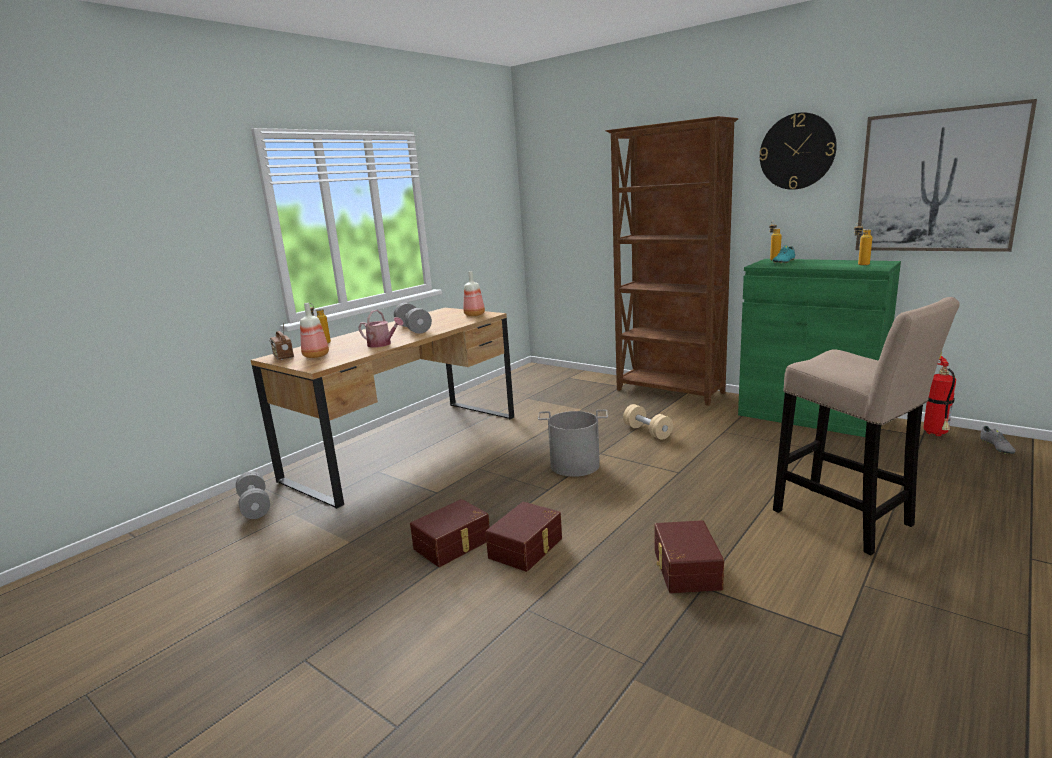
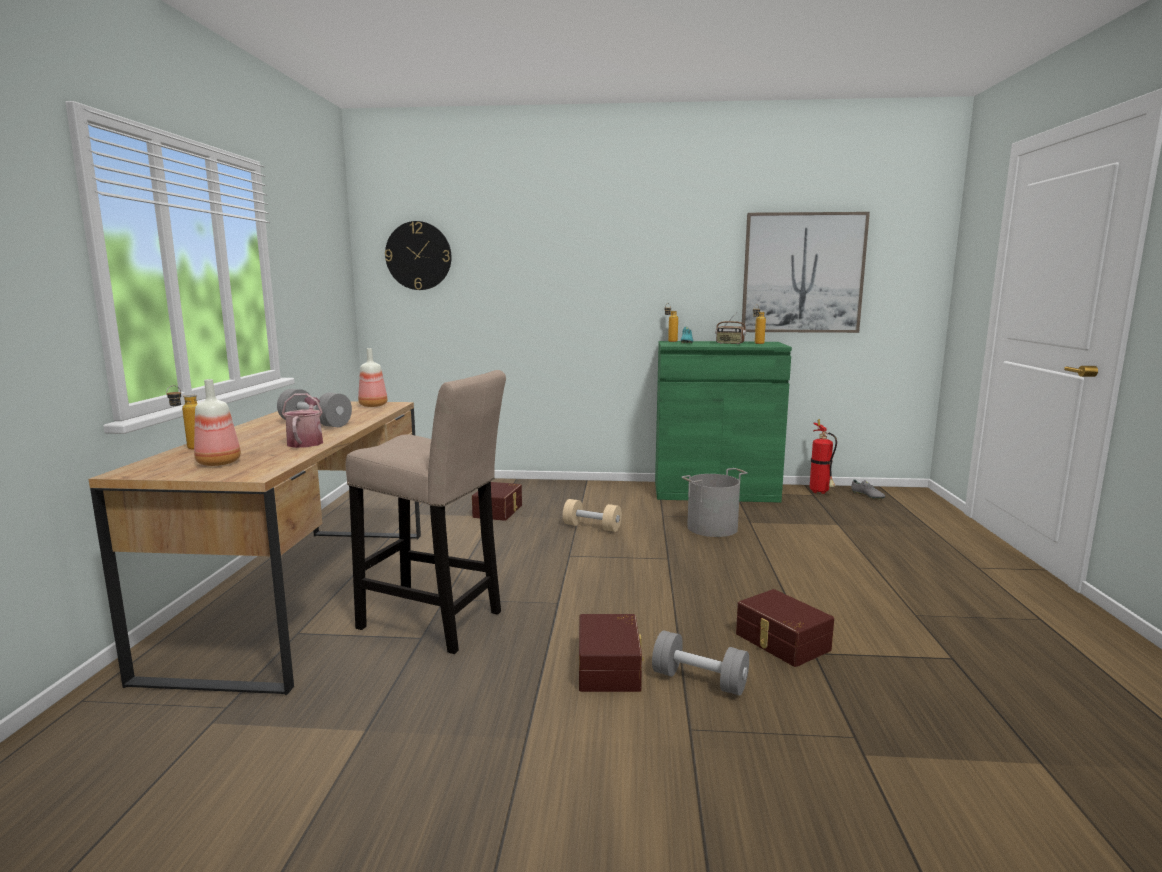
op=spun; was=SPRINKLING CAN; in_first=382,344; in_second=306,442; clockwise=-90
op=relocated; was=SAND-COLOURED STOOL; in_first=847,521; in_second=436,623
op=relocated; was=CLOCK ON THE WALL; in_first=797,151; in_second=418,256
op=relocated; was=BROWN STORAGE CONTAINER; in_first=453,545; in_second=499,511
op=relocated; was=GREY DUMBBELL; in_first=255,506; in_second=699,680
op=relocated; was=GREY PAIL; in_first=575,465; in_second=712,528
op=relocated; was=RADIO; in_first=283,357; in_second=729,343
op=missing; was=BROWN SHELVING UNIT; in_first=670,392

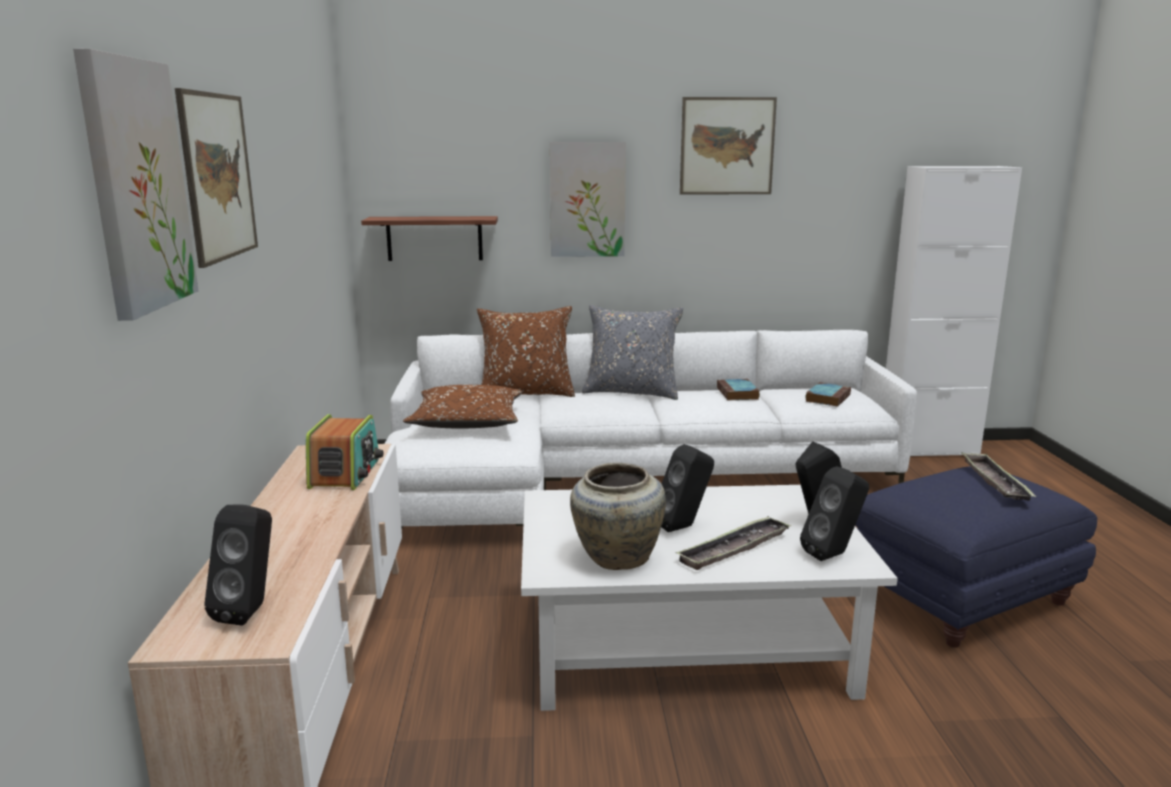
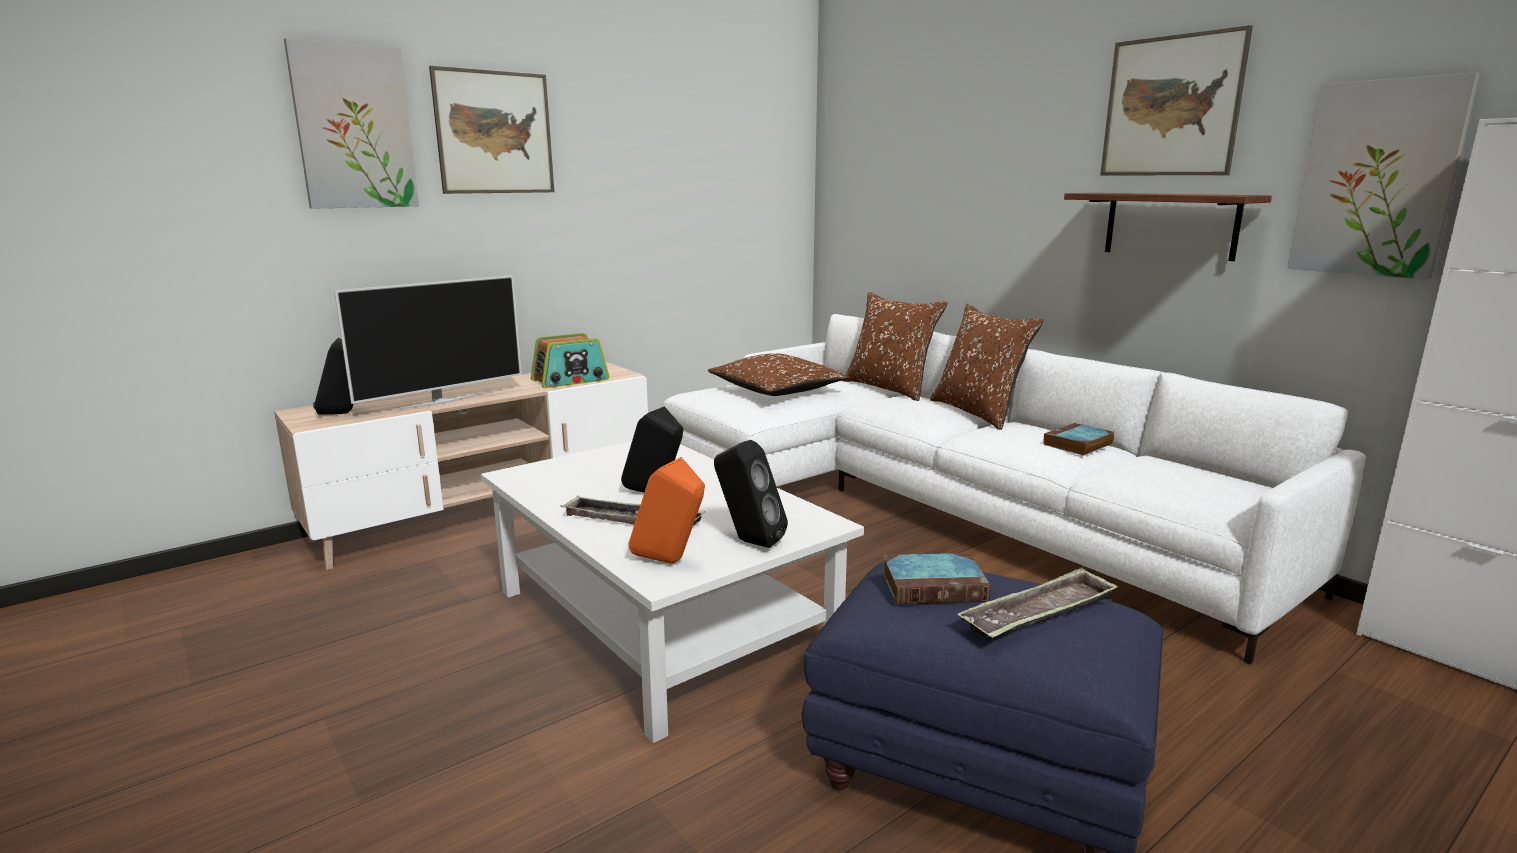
op=appeared; now=TV; in_second=440,401
op=colour; was=BLACK-COLOURED AUDIO SPEAKER; now=ORANGEY AUDIO SPEAKER; in_first=834,555; in_second=671,562
op=relocated; was=BOUND BOOK; in_first=827,398; in_second=935,586
op=colour; was=GREY THROW PILLOW; now=BROWN THROW PILLOW; in_first=631,392; in_second=978,413
op=relocated; was=BRACKET SHELF; in_first=434,238; in_second=1170,225
op=relocated; was=WALL ART; in_first=587,199; in_second=1377,179
op=missing; was=SAND-COLOURED FLOWER VASE; in_first=616,558

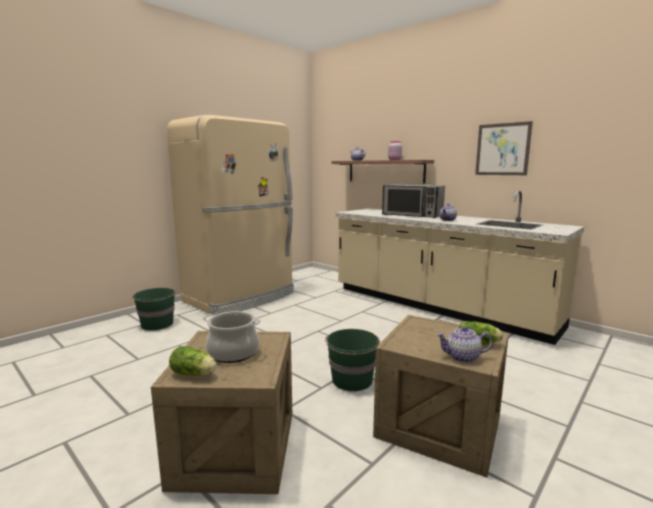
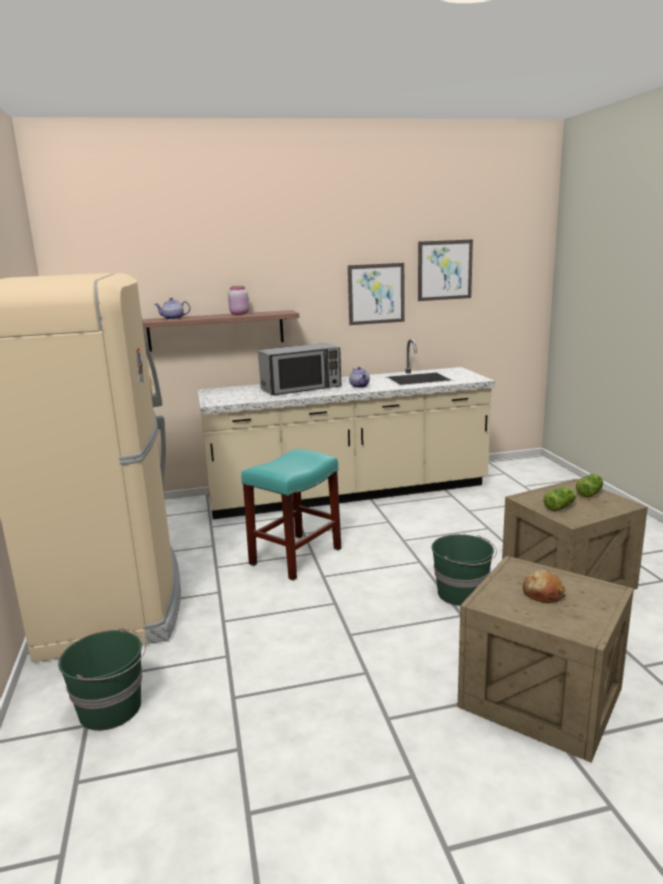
op=appeared; now=TURQUOISE-COLOURED STOOL; in_second=296,556
op=appeared; now=WALL ART; in_second=445,270
op=exchanged; was=STOCKPOT; now=BREAD; in_first=233,353; in_second=543,594
op=relocated; was=LETTUCE HEAD; in_first=195,374; in_second=561,507
op=missing; was=POT FOR TEA; in_first=462,357

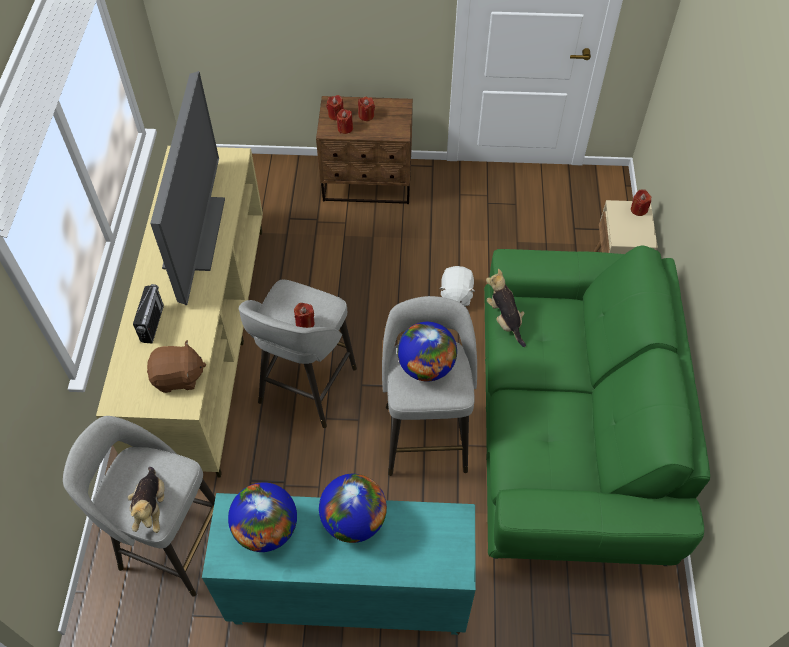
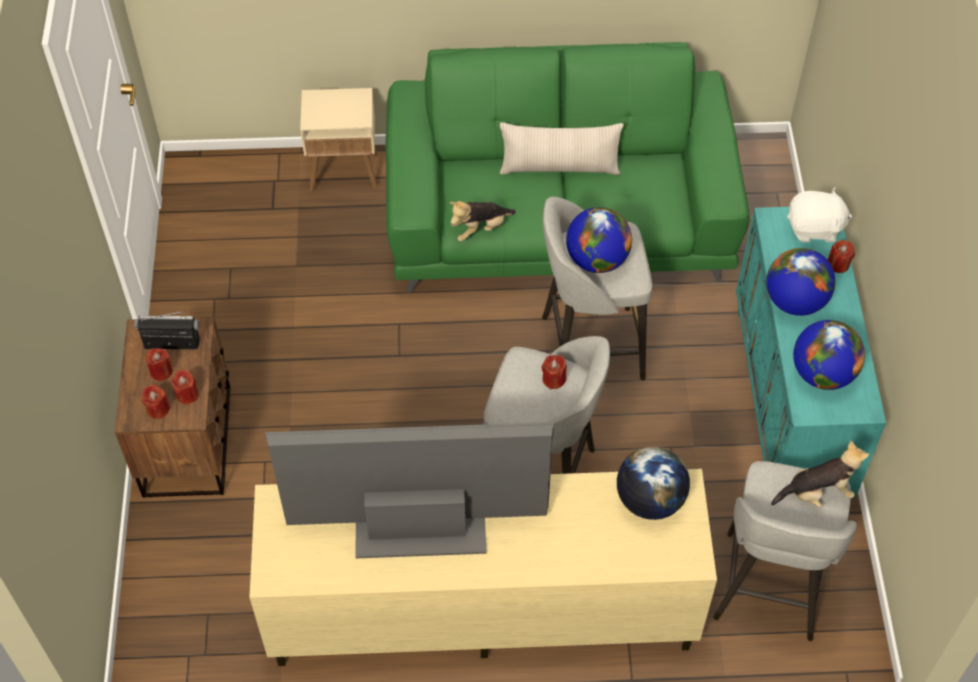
op=relocated; was=RADIO; in_first=152,323; in_second=172,343
op=appeared; now=SAND-COLOURED THROW PILLOW; in_second=559,167
op=exchanged; was=BROWN SOFT TOY; now=DESK GLOBE; in_first=178,377; in_second=649,500
op=relocated; was=WHITE-COLOURED SOFT TOY; in_first=456,295; in_second=814,228
op=relocated; was=REDDISH CANDLE; in_first=638,210; in_second=838,264

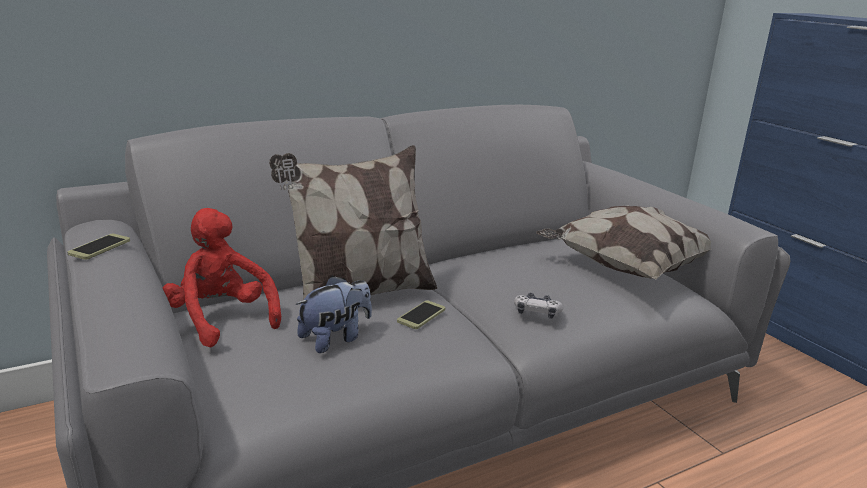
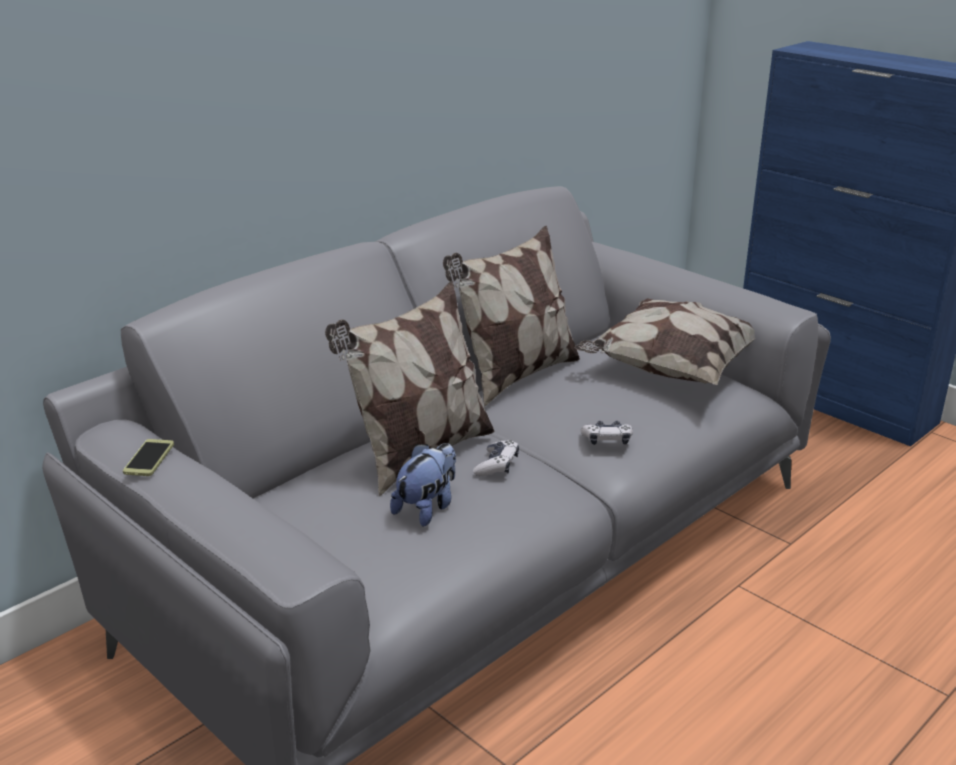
op=appeared; now=THROW PILLOW; in_second=515,375
op=exchanged; was=TELEPHONE; now=GAME CONTROLLER; in_first=421,315; in_second=497,466
op=missing; was=REDDISH SOFT TOY; in_first=221,319

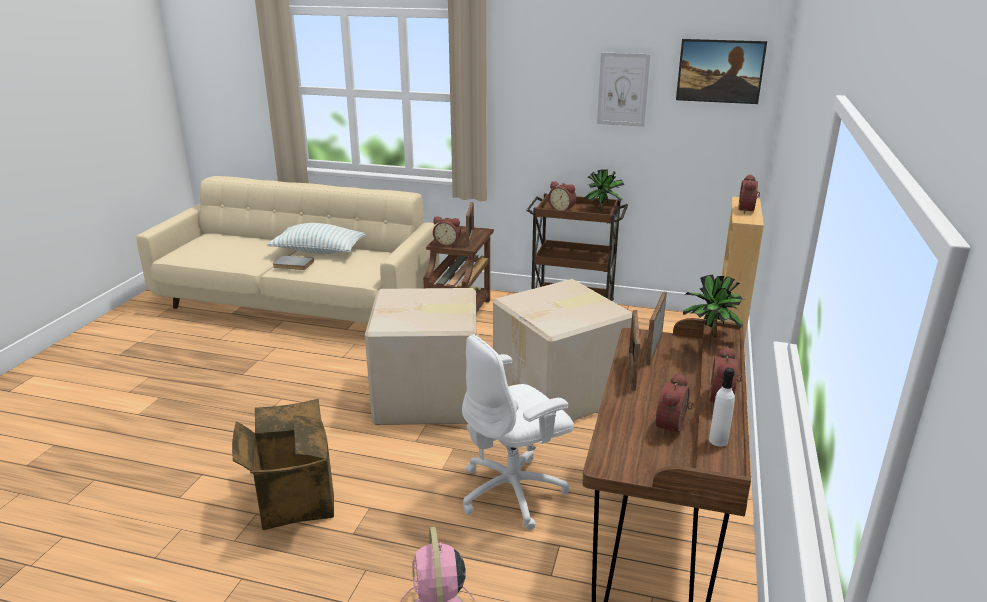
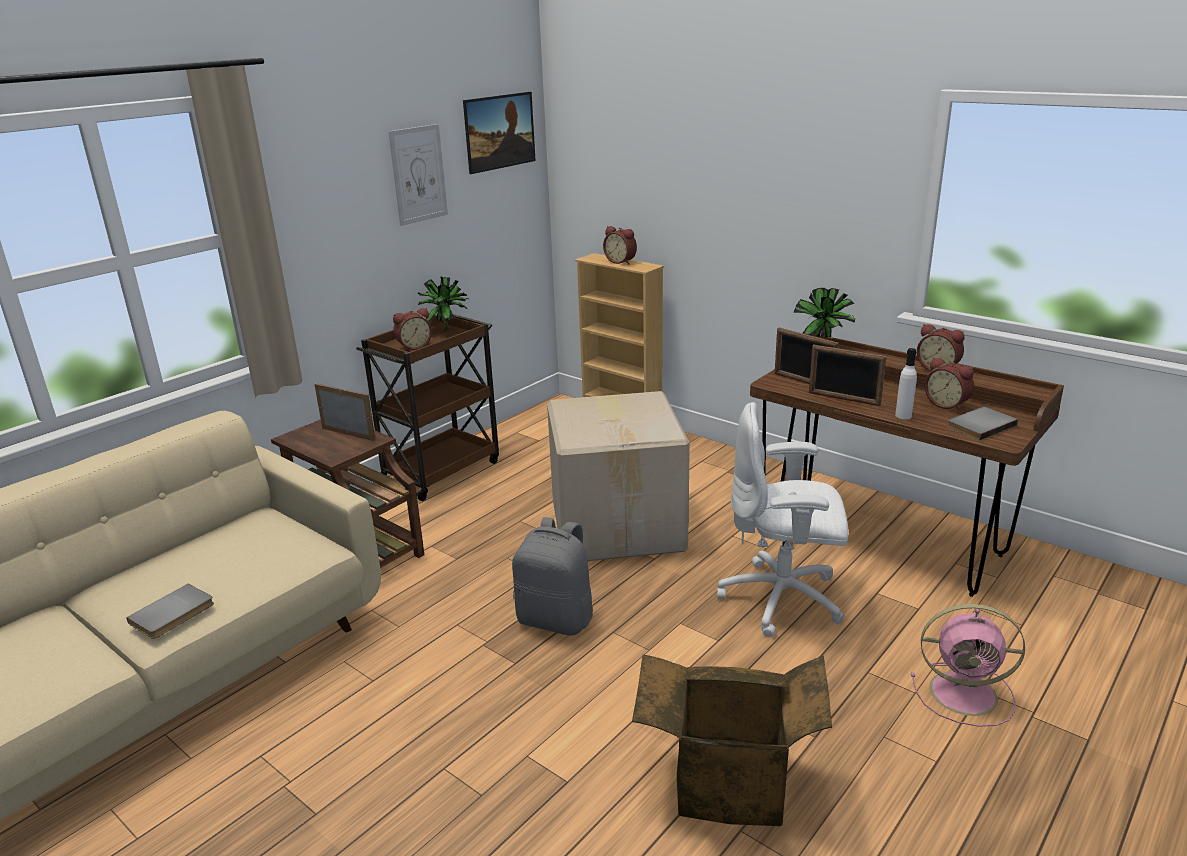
op=exchanged; was=CARTON; now=GREY RUCKSACK; in_first=429,398; in_second=556,619
op=spun; was=WHITE-COLOURED DESK CHAIR; in_first=514,492; in_second=783,599; clockwise=105
op=relocated; was=WHITE-COLOURED BEVERAGE BOTTLE; in_first=718,441; in_second=903,416
op=appeared; now=GREY BOUND BOOK; in_second=979,425
op=missing; was=THROW PILLOW; in_first=319,251
op=missing; was=ALARM CLOCK; in_first=447,243

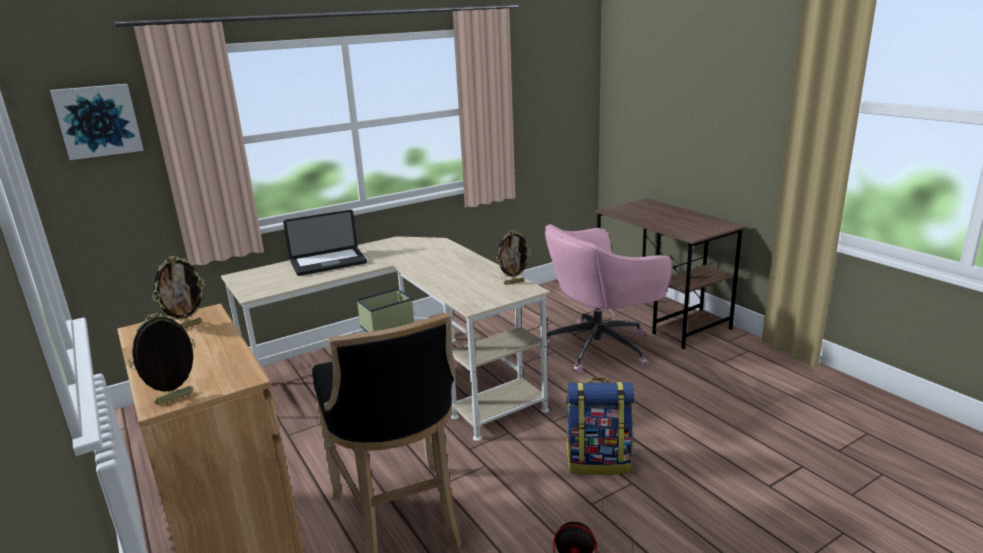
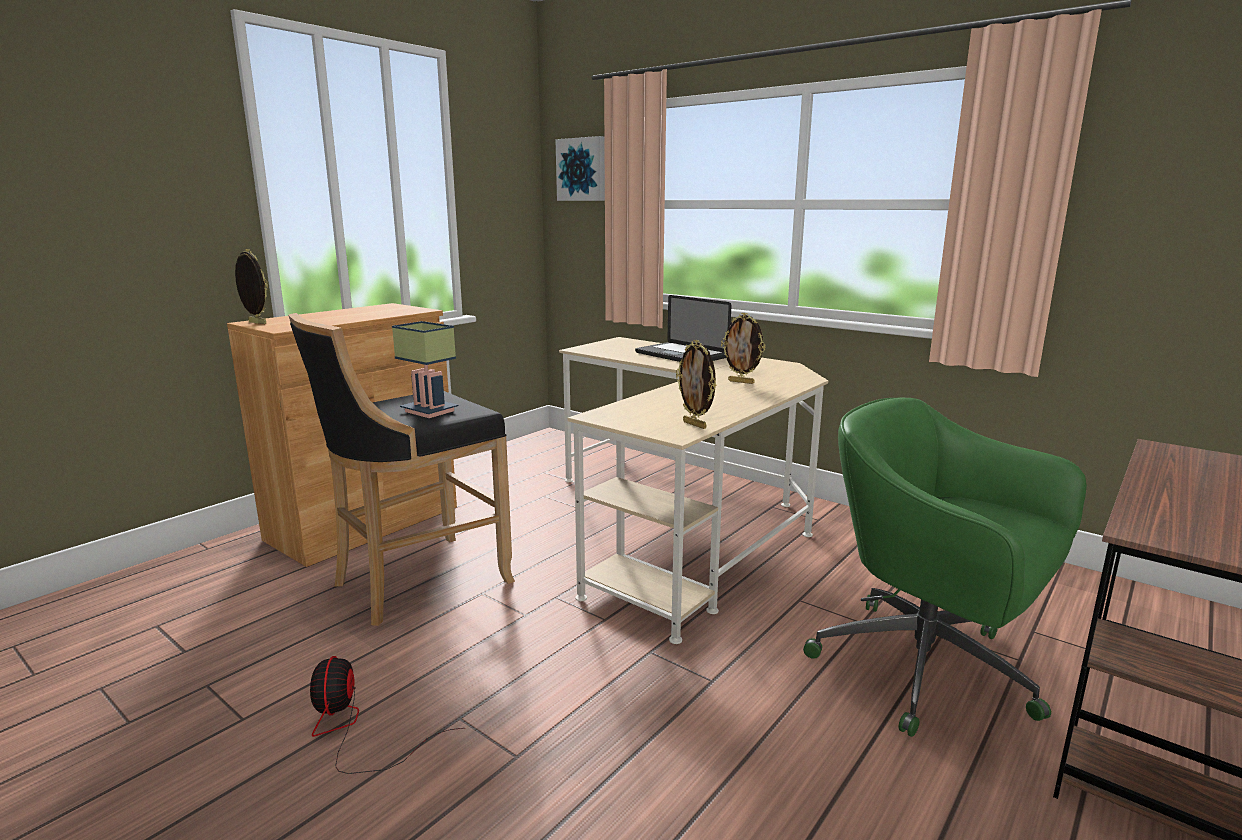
op=relocated; was=STANDING FRAME; in_first=187,326; in_second=741,382
op=colour; was=PINK-COLOURED DESK CHAIR; now=GREENISH DESK CHAIR; in_first=600,347; in_second=929,670
op=missing; was=RUCKSACK; in_first=599,462

